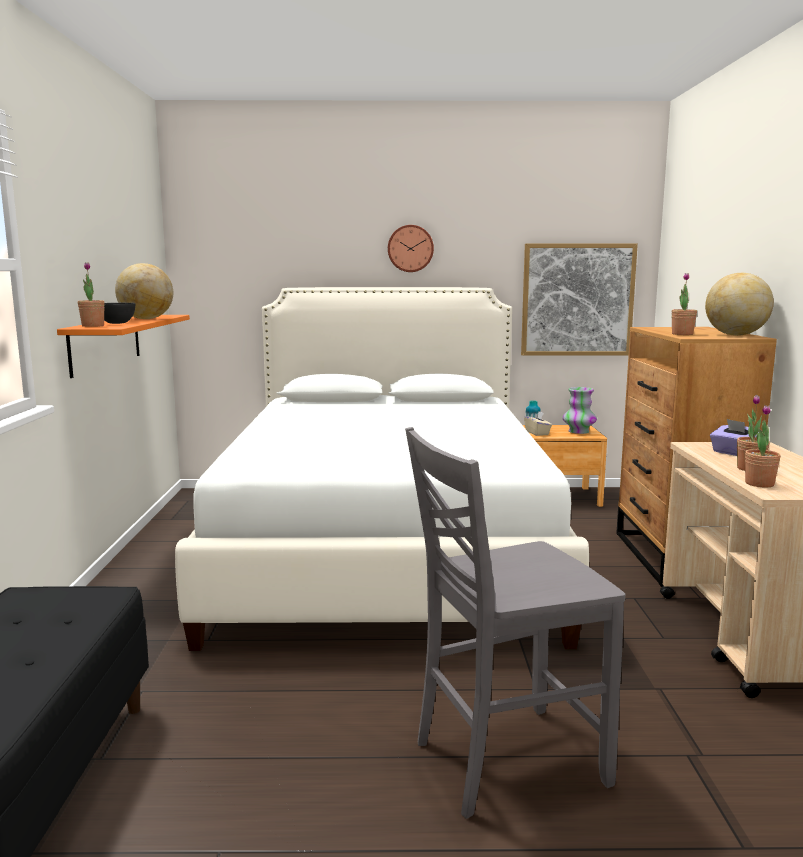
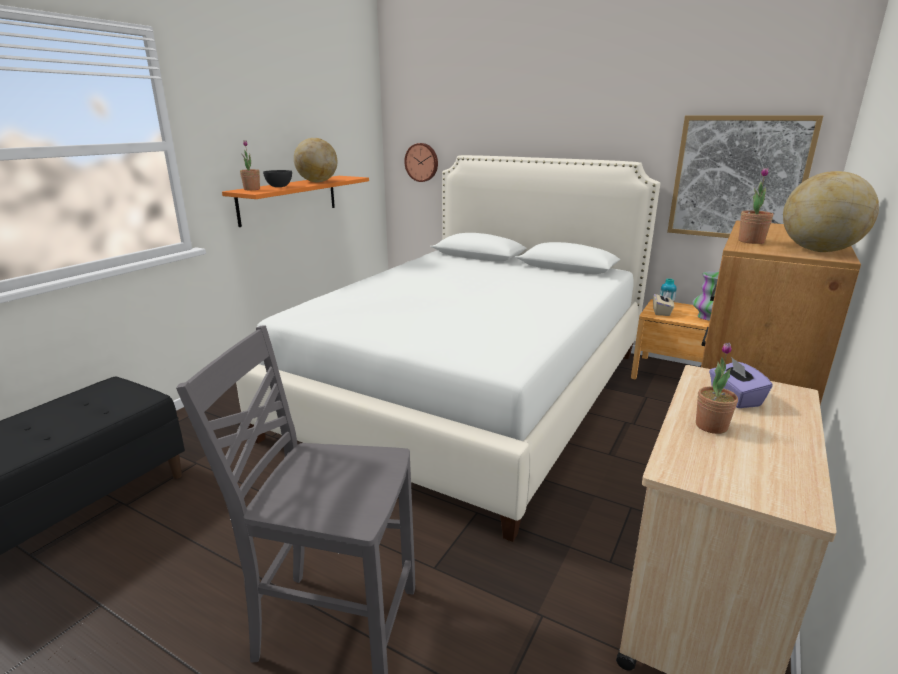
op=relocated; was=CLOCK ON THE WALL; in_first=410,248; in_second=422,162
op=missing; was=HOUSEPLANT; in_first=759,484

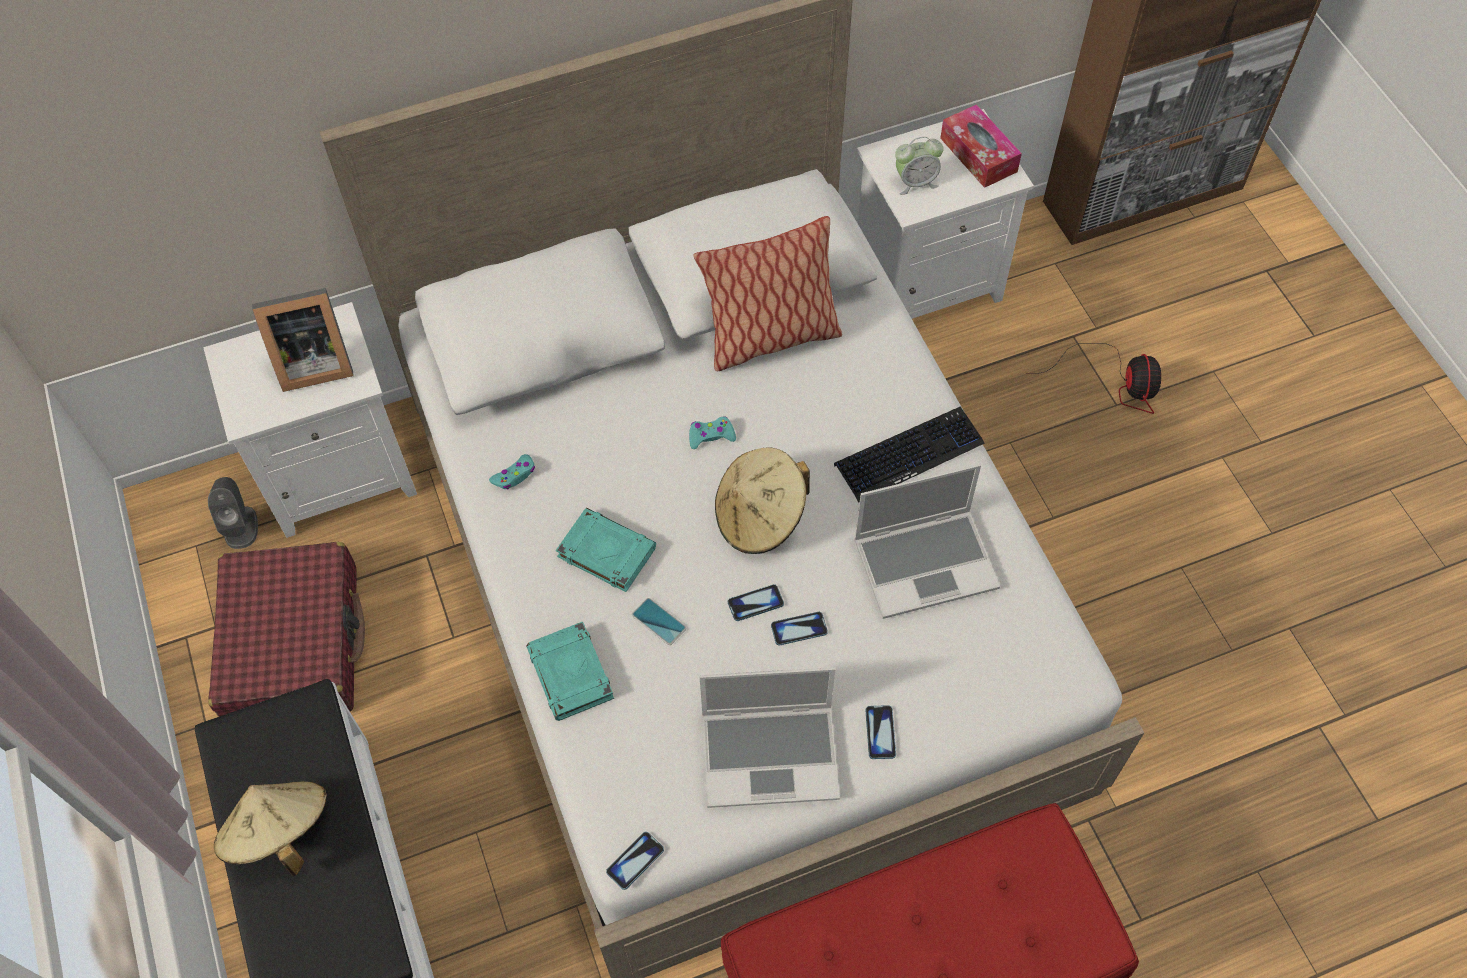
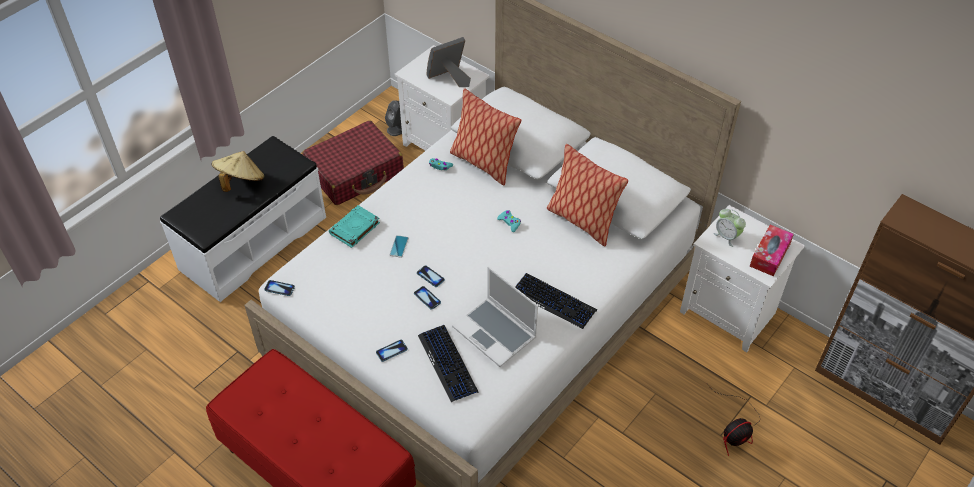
op=appeared; now=COMPUTER KEYBOARD; in_second=448,363
op=spun; was=STANDING FRAME; in_first=312,362; in_second=449,78; clockwise=105
op=appeared; now=THROW PILLOW; in_second=483,163
op=missing; was=TURQUOISE-COLOURED BOUND BOOK; in_first=605,552
op=missing; was=LAPTOP; in_first=771,754
op=missing; was=SAND-COLOURED CLOTHING HAT; in_first=760,517

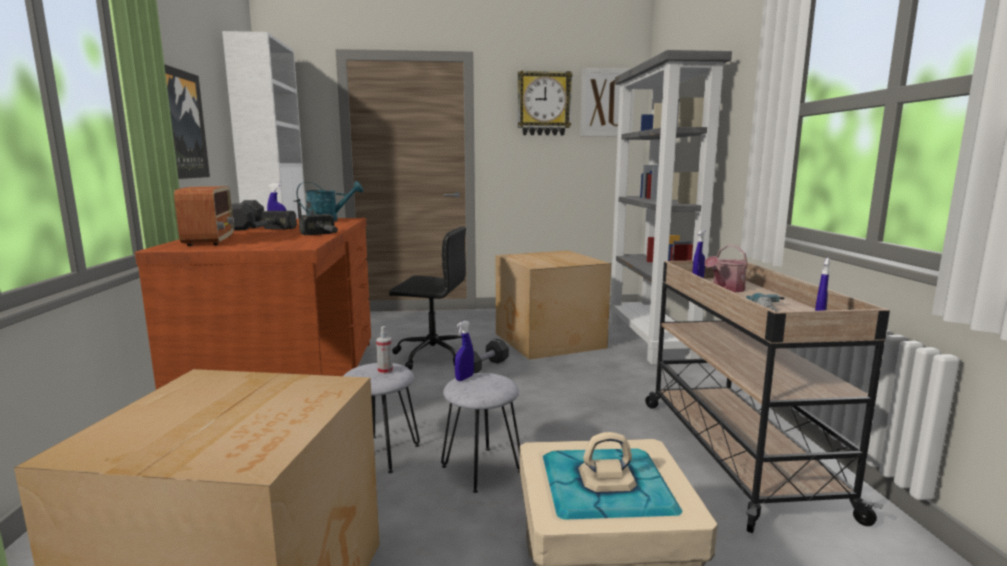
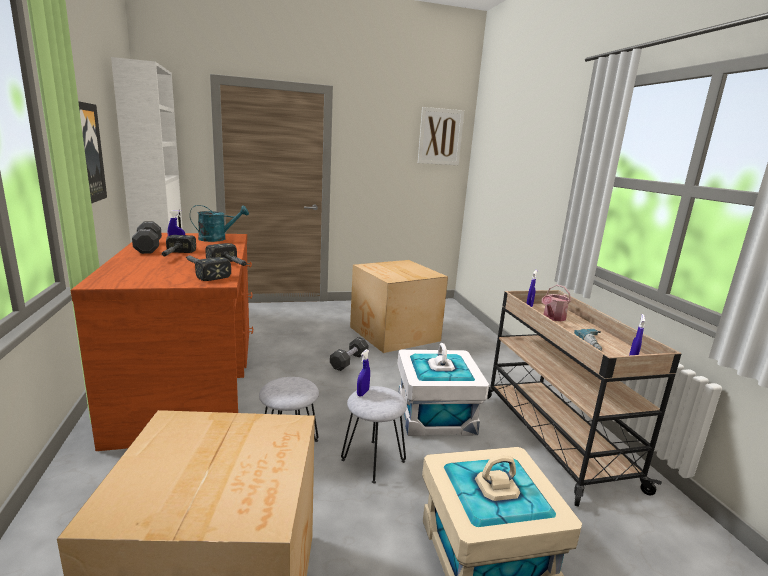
op=appeared; now=TOOL HAMMER; in_second=202,272
op=appeared; now=WHITE-COLOURED STORAGE CONTAINER; in_second=436,415
op=missing; was=RADIO; in_first=210,240
op=missing; was=SPRAYER; in_first=385,371
op=missing; was=BLACK-COLOURED DESK CHAIR; in_first=431,355
op=missing; was=CLOCK ON THE WALL; in_first=543,104
op=missing; was=GREY SHELVING UNIT; in_first=651,340

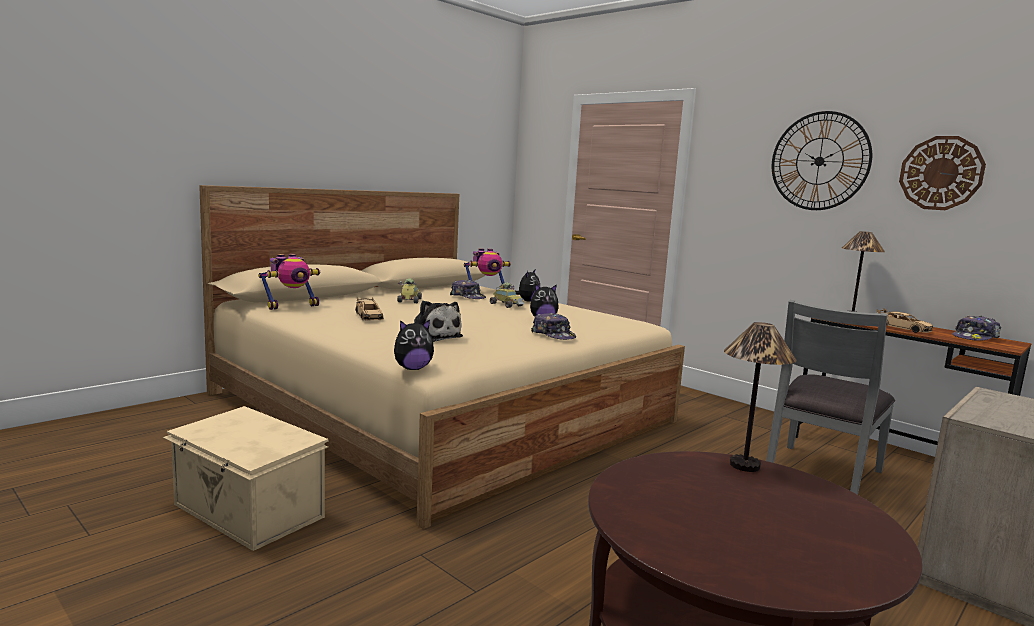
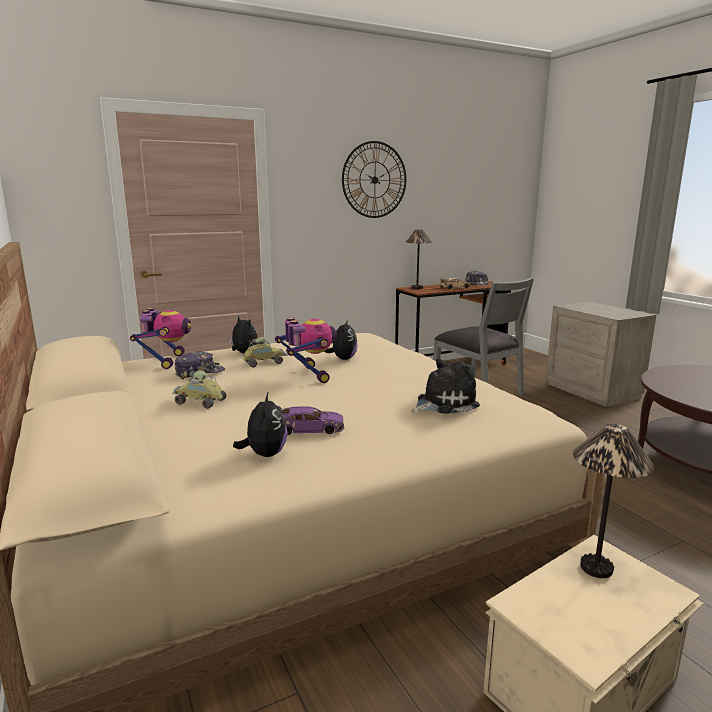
op=relocated; was=SOFT TOY; in_first=412,368; in_second=265,454
op=relocated; was=ROBOT FIGURE; in_first=291,306; in_second=308,375
op=colour; was=SAND-COLOURED TOY CAR; now=PURPLE TOY CAR; in_first=369,316; in_second=308,429
op=relocated; was=LAMP FOR A TABLE; in_first=745,466; in_second=597,568
op=missing; was=BASEBALL CAP; in_first=553,335
op=missing; was=CLOCK ON THE WALL; in_first=941,173

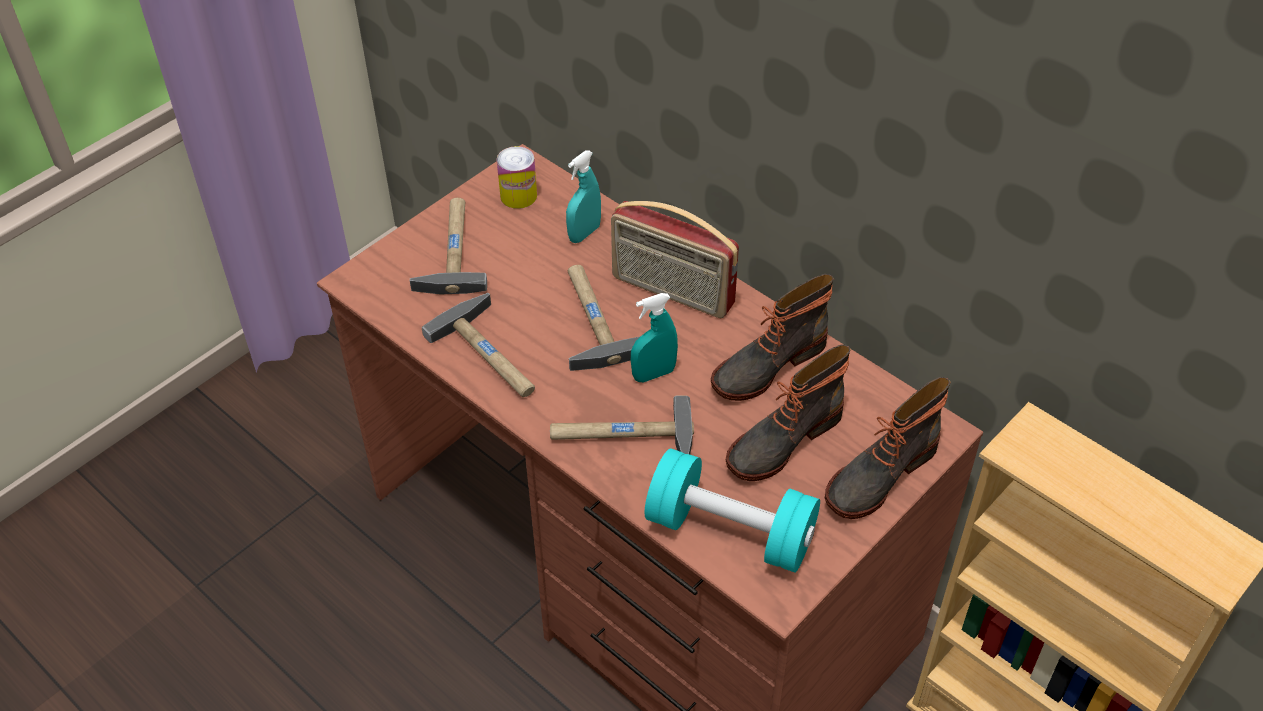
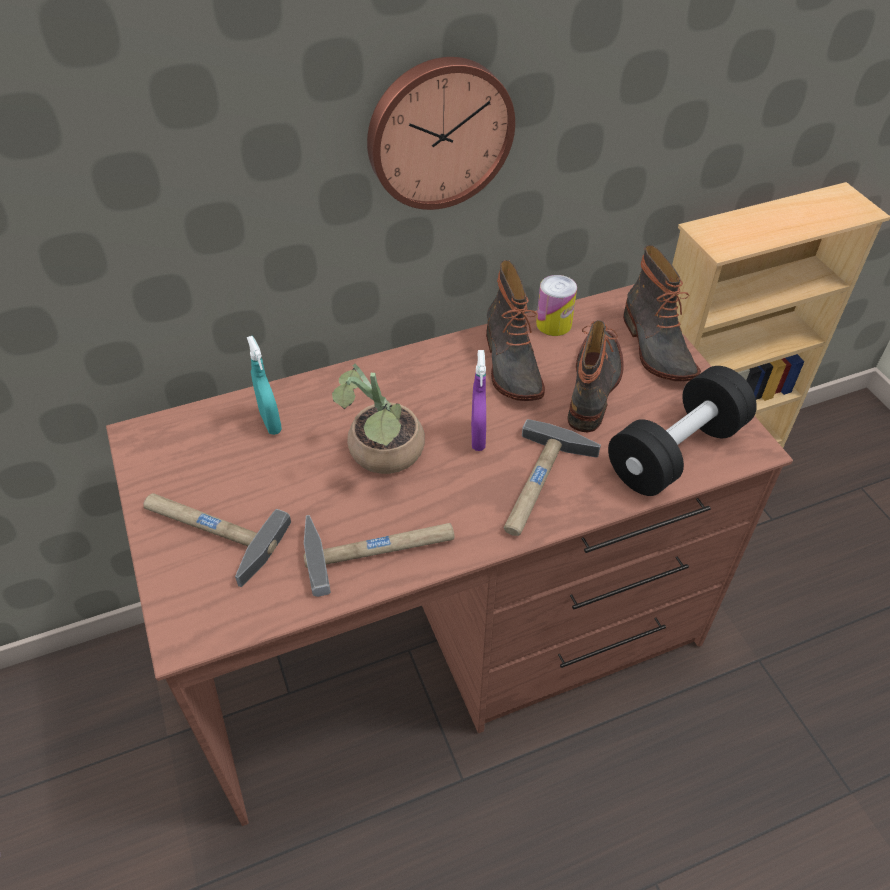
op=exchanged; was=TOOL HAMMER; now=HOUSEPLANT; in_first=590,319; in_second=383,456
op=appeared; now=CLOCK ON THE WALL; in_second=438,132
op=colour; was=TURQUOISE-COLOURED SPRAYER; now=PURPLE SPRAYER; in_first=653,374; in_second=478,437
op=relocated; was=CAN; in_first=518,196; in_second=554,324
op=spun; was=TALL BOOT; in_first=782,440; in_second=594,386; clockwise=-150
op=colour; was=TURQUOISE-COLOURED DUMBBELL; now=BLACK-COLOURED DUMBBELL; in_first=730,531; in_second=676,452
op=missing; was=RADIO; in_first=671,292

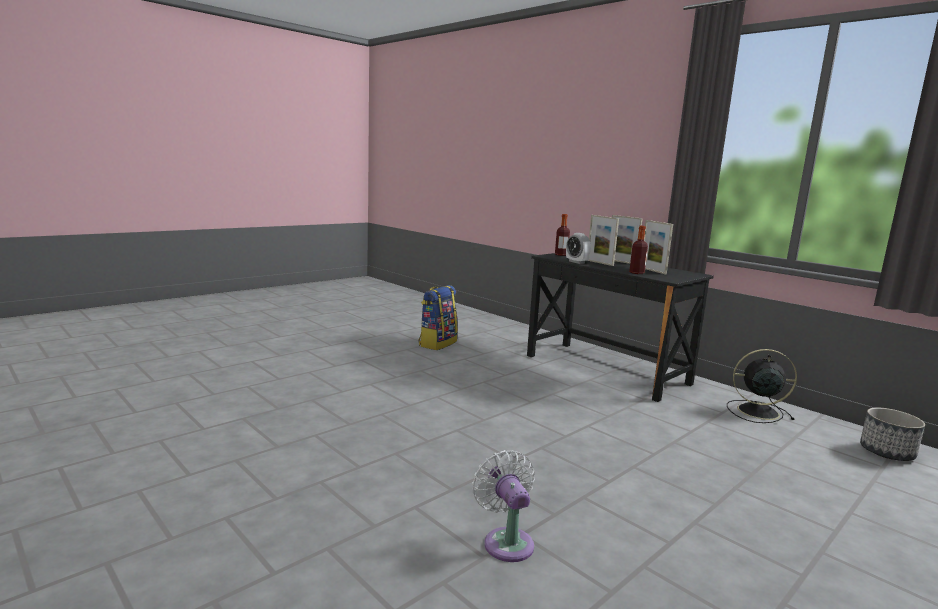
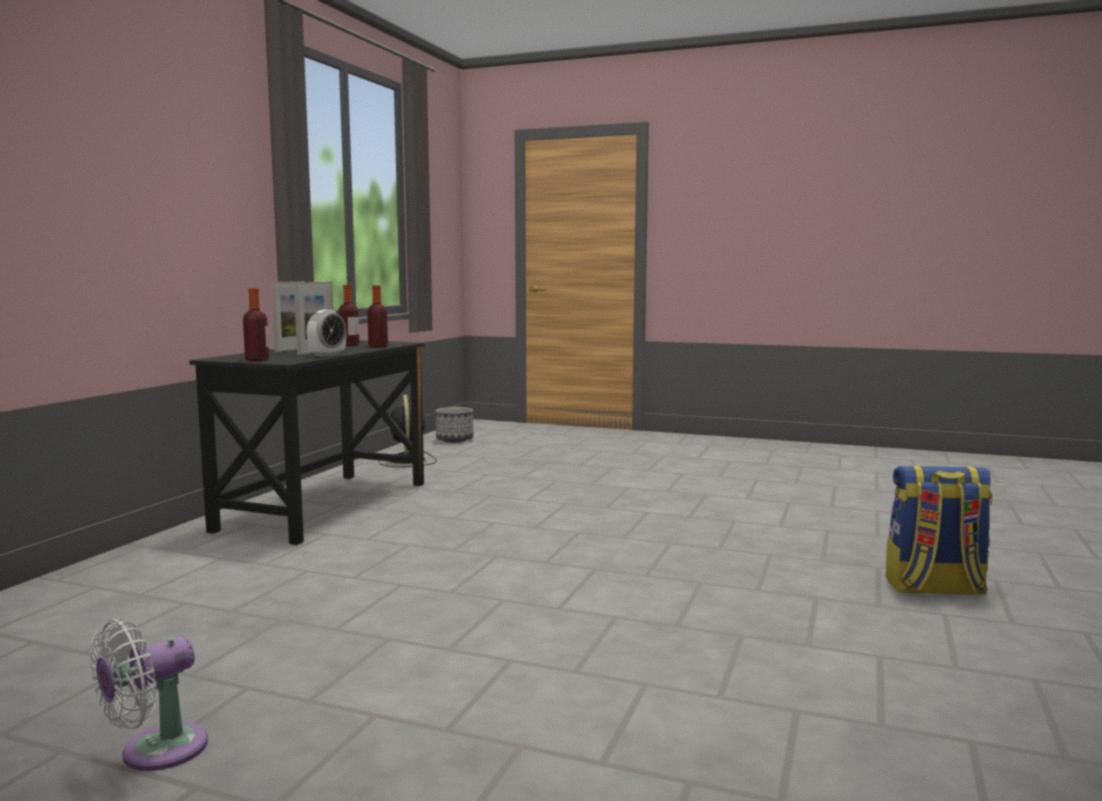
op=relocated; was=WHITE-COLOURED COOLING FAN; in_first=506,541; in_second=155,752
op=exchanged; was=STANDING FRAME; now=BEVERAGE BOTTLE; in_first=652,271; in_second=349,345
op=relocated; was=RUCKSACK; in_first=437,343; in_second=934,588

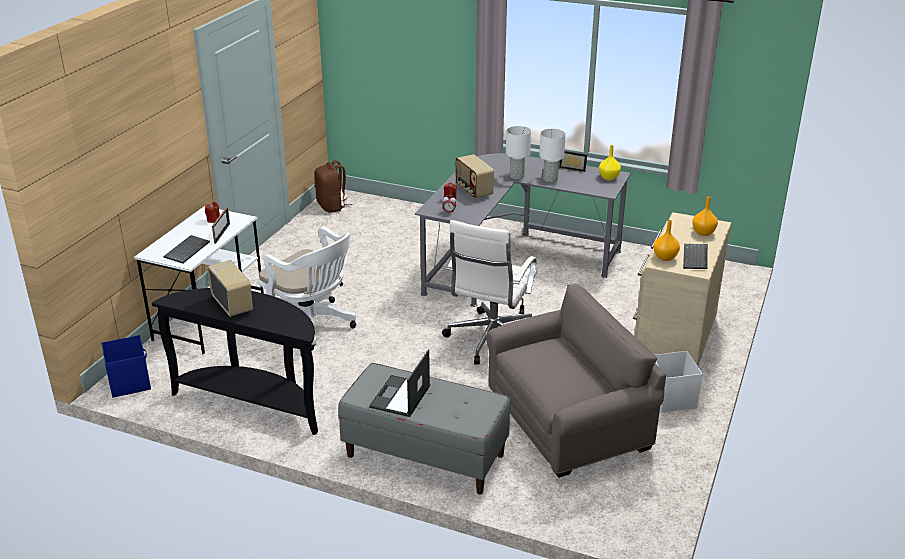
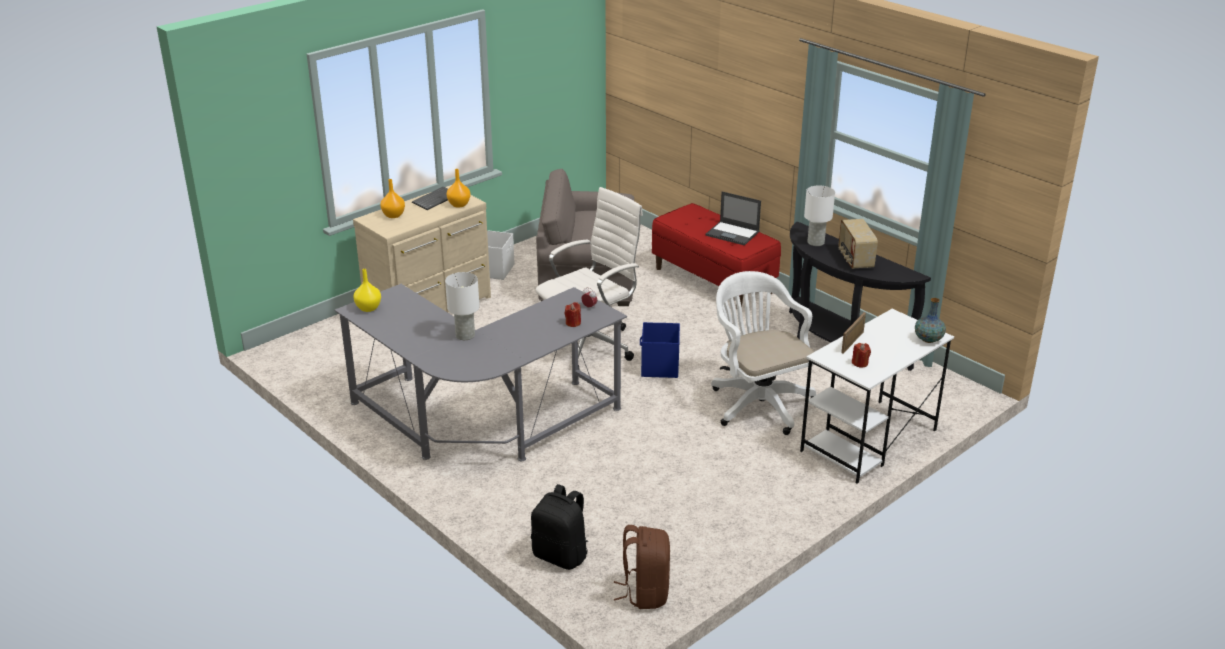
op=appeared; now=BLACK-COLOURED RUCKSACK; in_second=561,555
op=relocated; was=BLUISH STORAGE CONTAINER; in_first=130,382; in_second=659,367
op=colour; was=GREY INDOOR BENCH; now=REDDISH INDOOR BENCH; in_first=425,456; in_second=713,280
op=spun; was=LAPTOP; in_first=400,397; in_second=733,233; clockwise=75
op=relocated; was=WHITE-COLOURED LAMP FOR A TABLE; in_first=550,179; in_second=816,242
op=appeared; now=FLOWER VASE; in_second=928,339
op=missing; was=COMPUTER KEYBOARD; in_first=186,250
op=missing; was=RADIO; in_first=473,190
op=missing; was=STANDING FRAME; in_first=573,168

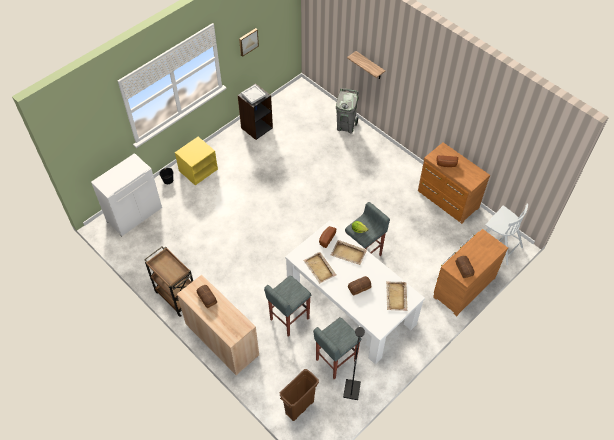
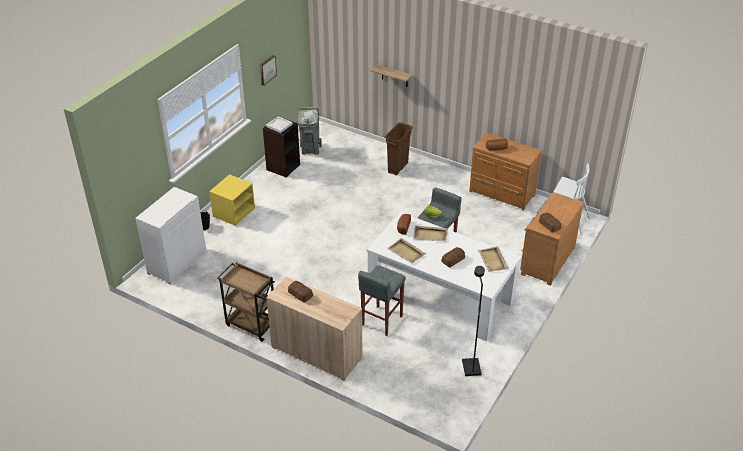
op=relocated; was=GREY WASTE BIN; in_first=346,126; in_second=310,149
op=relocated; was=BROWN WASTE BIN; in_first=299,407; in_second=398,167
op=missing; was=GREY STOOL; in_first=335,360

